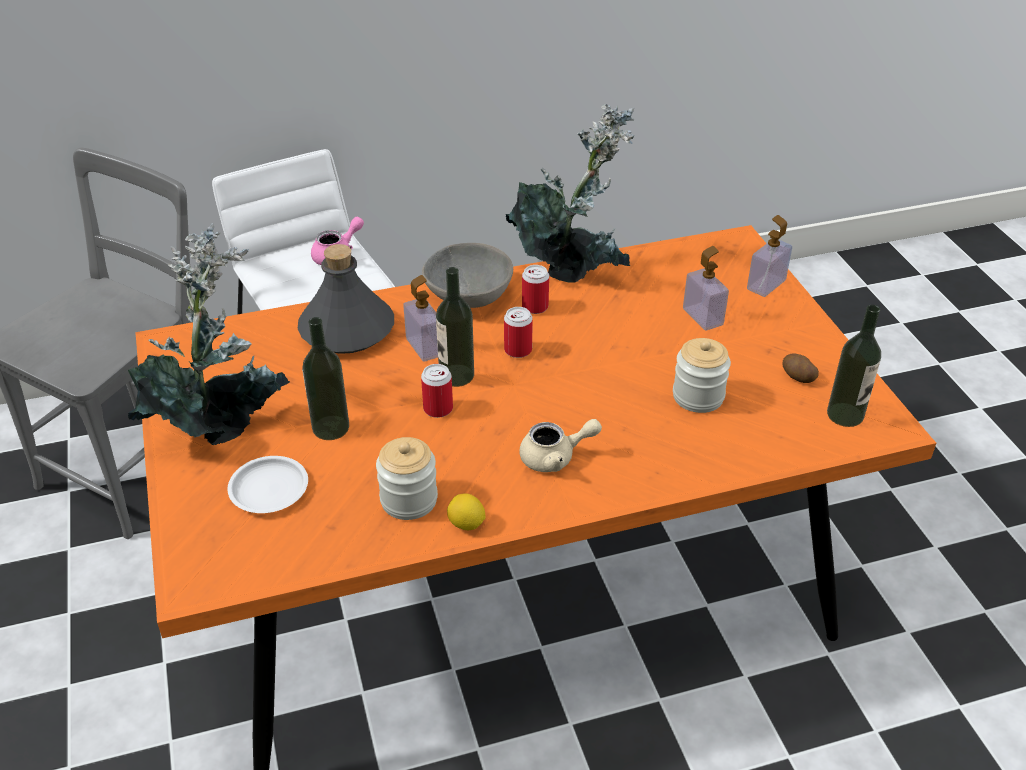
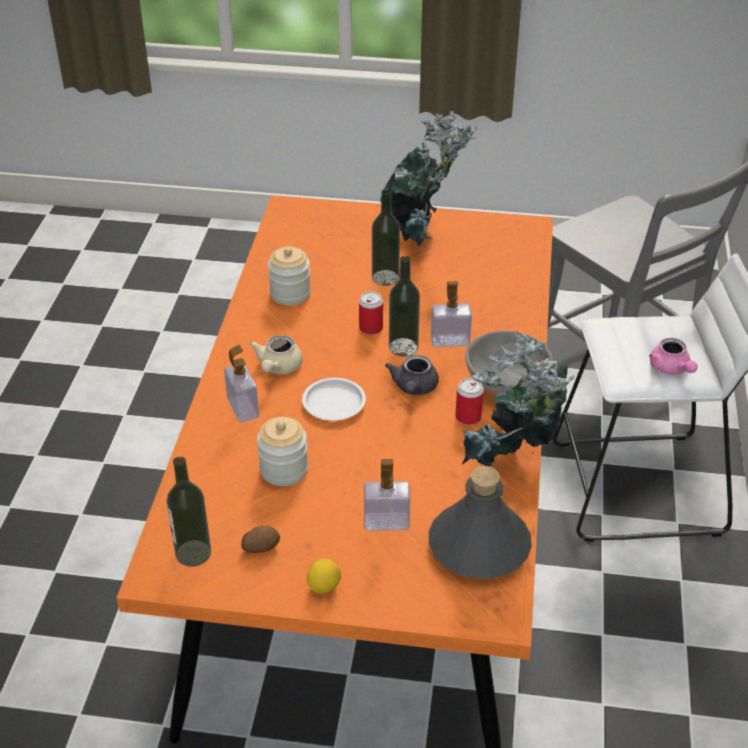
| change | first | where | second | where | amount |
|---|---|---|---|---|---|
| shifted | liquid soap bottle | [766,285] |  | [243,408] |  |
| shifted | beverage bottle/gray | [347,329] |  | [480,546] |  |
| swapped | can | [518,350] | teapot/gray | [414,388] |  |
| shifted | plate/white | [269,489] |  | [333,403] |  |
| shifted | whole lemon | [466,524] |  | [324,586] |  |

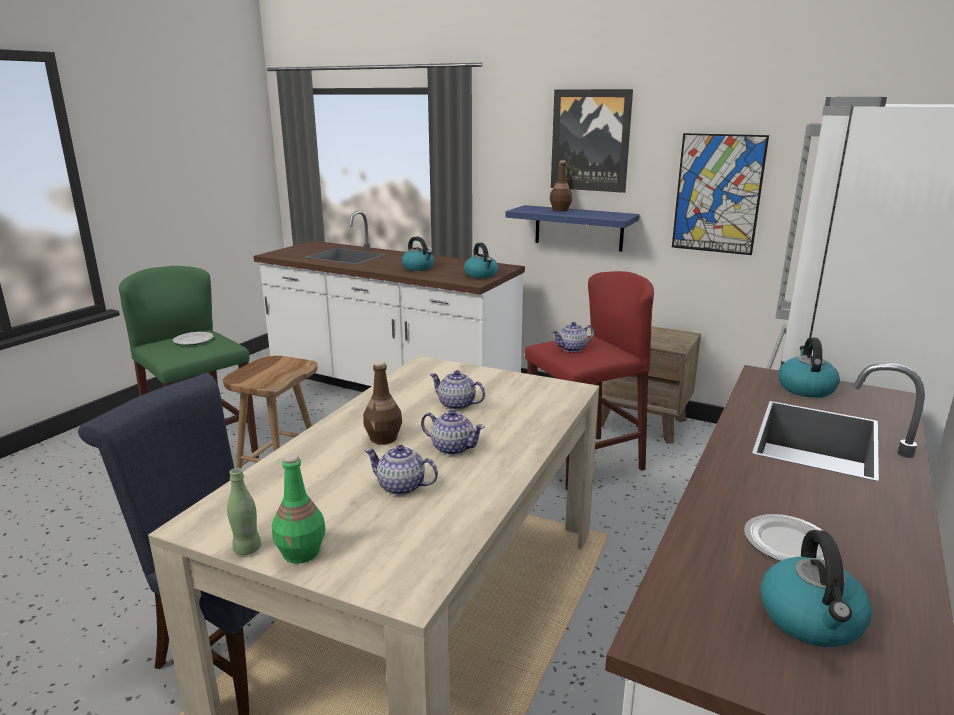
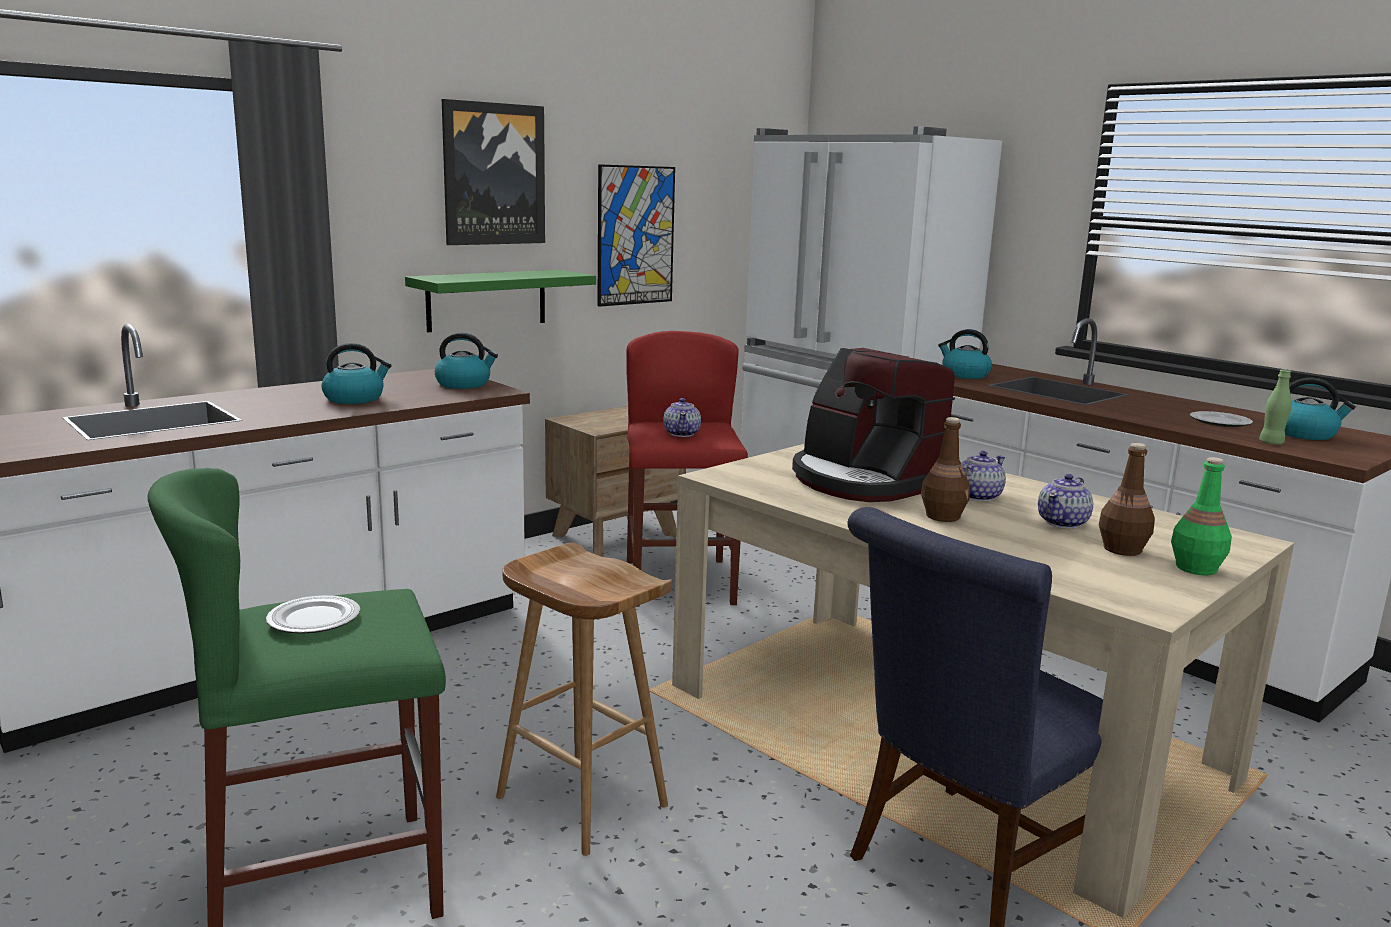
| change | first | where | second | where | amount |
|---|---|---|---|---|---|
| shifted | beverage bottle/brown | [560,210] |  | [1121,549] |  |
| repainted | wall shelf/bluish | [578,228] | wall shelf/green-coloured | [487,300] |  |
| swapped | teapot | [457,405] | coffee maker | [864,481] |  |
| shifted | beverage bottle/green-coloured | [247,549] |  | [1271,443] |  |

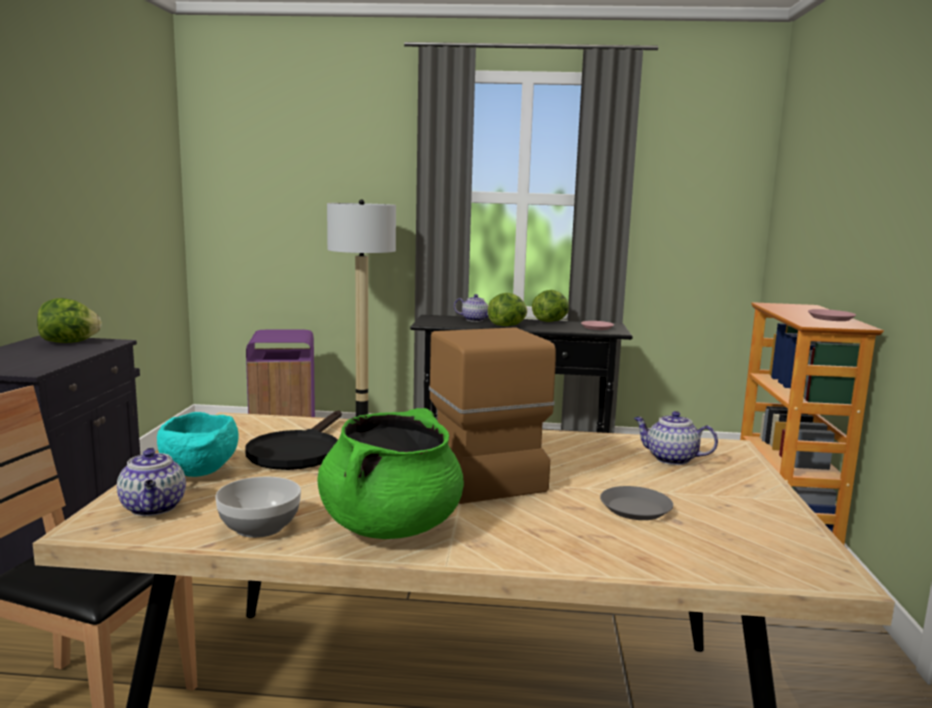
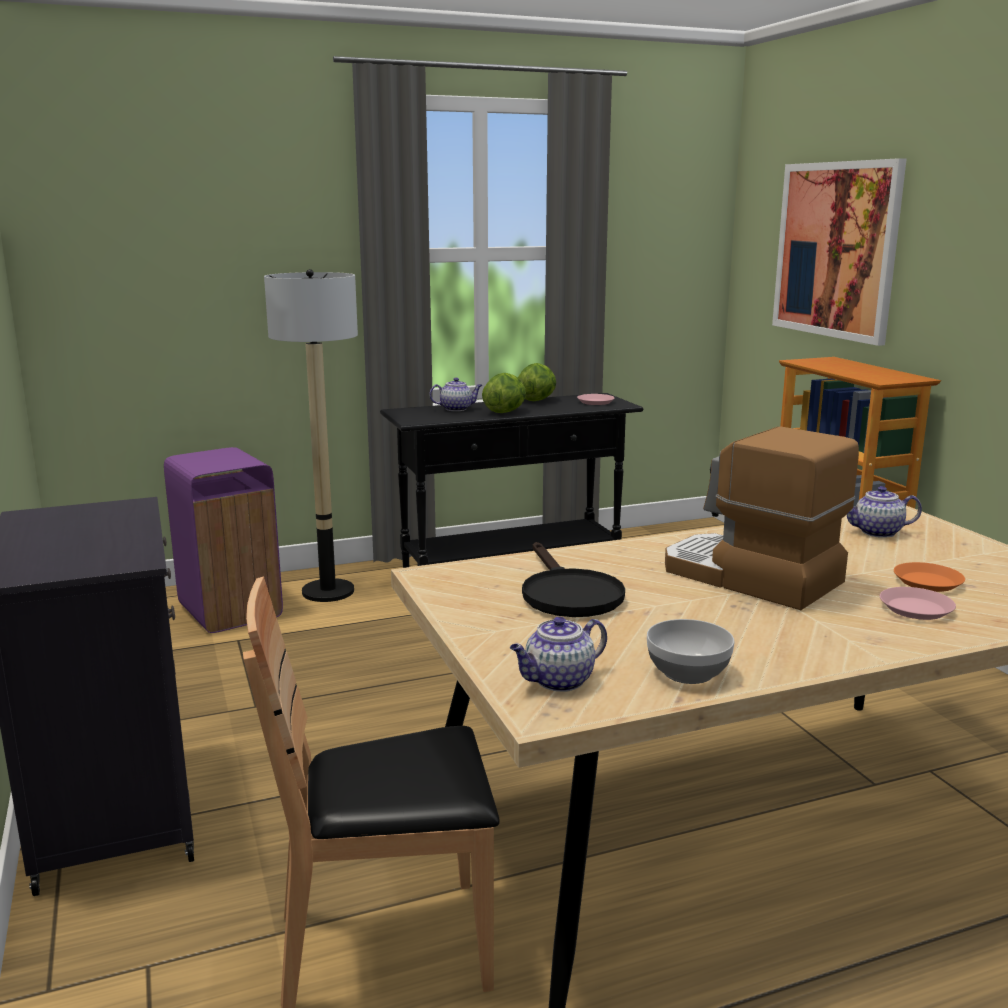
| change | first | where | second | where | amount |
|---|---|---|---|---|---|
| gone | head of lettuce | [69,342] |  |  |  |
| shifted | plate/pink | [831,318] |  | [916,609] |  |
| gone | cooking pot/green-coloured | [391,526] |  |  |  |
| gone | serving bowl/blue-green | [200,473] |  |  |  |
| rotated | teapot | [154,508] |  | [558,681] | 105 degrees clockwise |
| repainted | plate/gray | [635,508] | plate/orangey | [927,582] |  |
| new |  |  | wall picture | [836,250] |  |

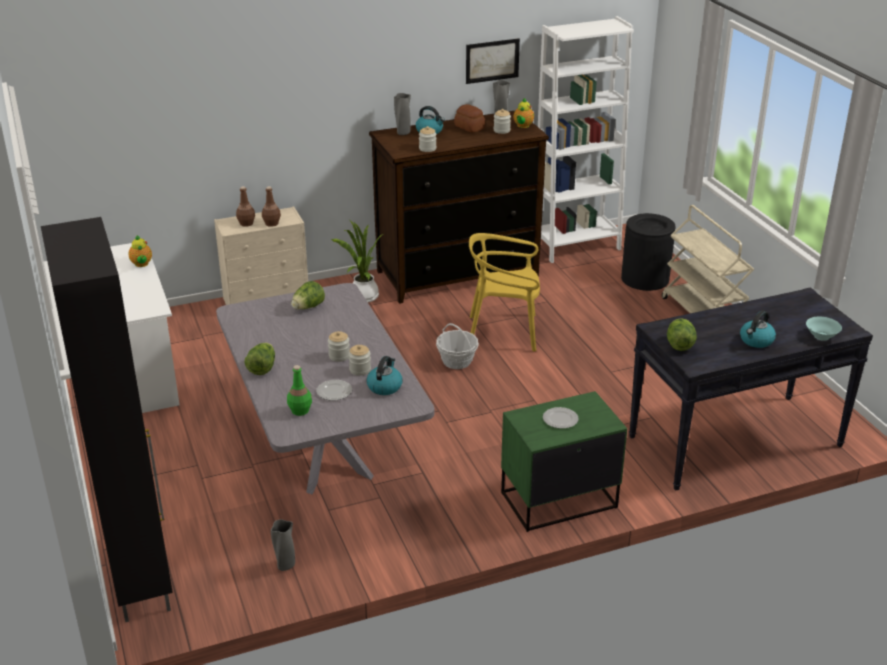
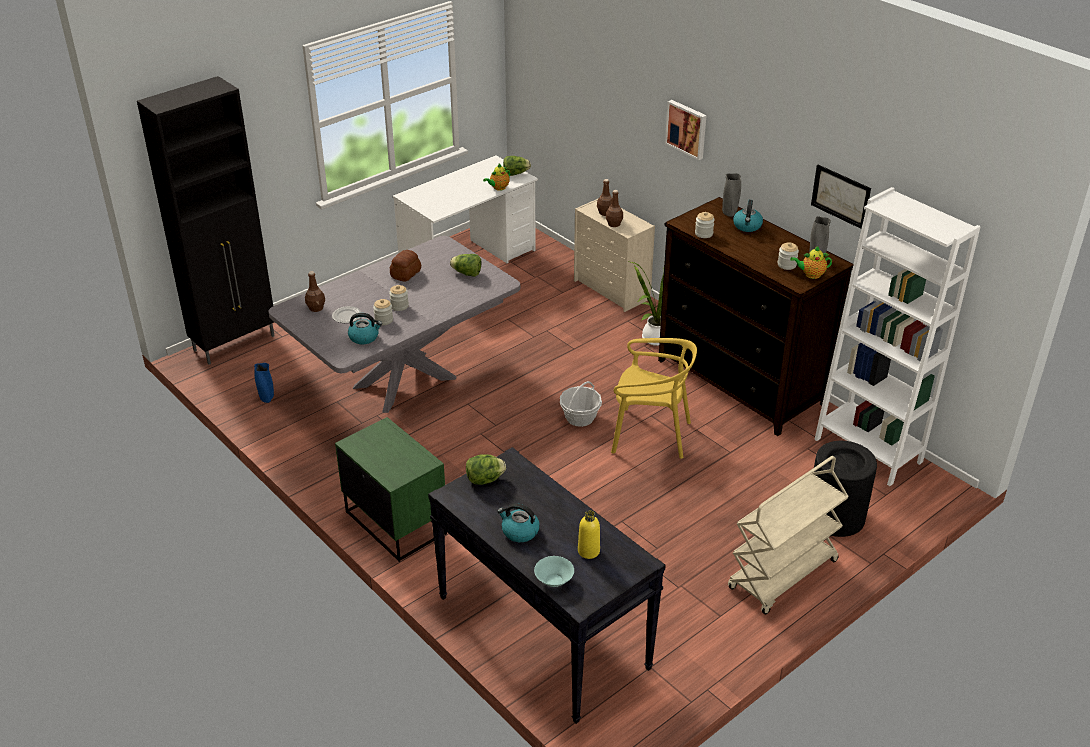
| change | first | where | second | where | amount |
|---|---|---|---|---|---|
| shifted | baked bread | [469,127] |  | [406,273] |  |
| rotated | upright chair/yellowish | [503,332] |  | [650,435] | 120 degrees clockwise |
| shifted | head of lettuce | [262,368] |  | [515,173] |  |
| repainted | beverage bottle/green-coloured | [300,410] | beverage bottle/brown | [316,308] |  |
| gone | plate | [560,420] |  |  |  |
| repainted | decorative vase/gray | [285,565] | decorative vase/bluish | [267,399] |  |
| new |  |  | wall picture | [687,129] |  |
| new |  |  | beverage bottle/yellowish | [588,551] |  |

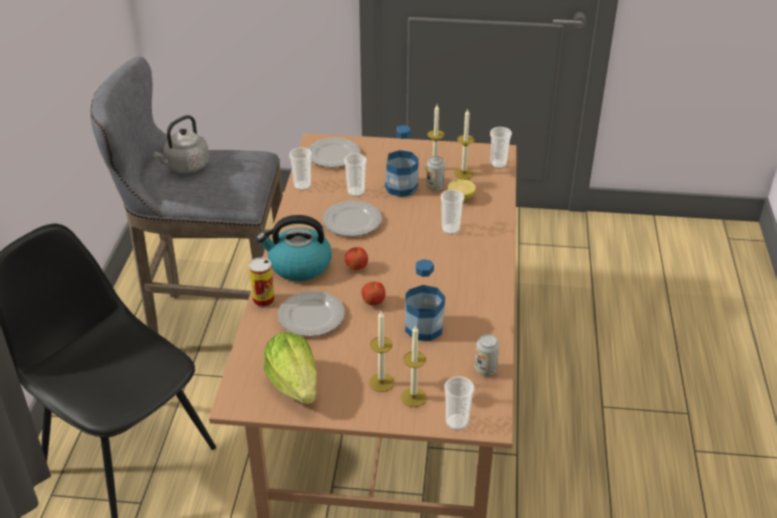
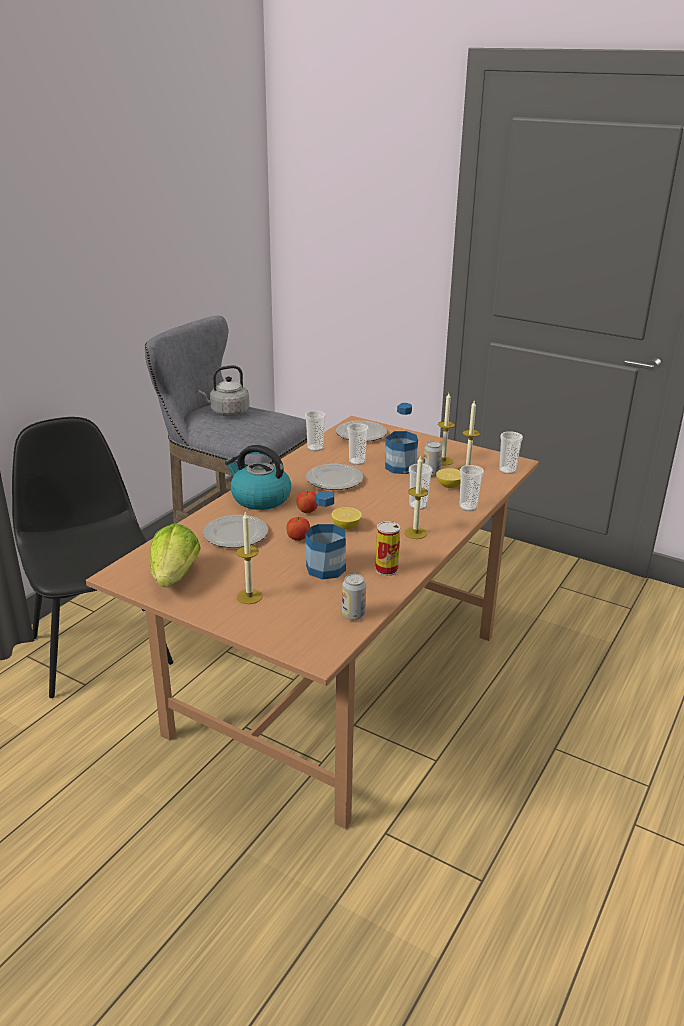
| change | first | where | second | where | amount |
|---|---|---|---|---|---|
| shifted | can | [263,300] |  | [386,569] |  |
| shifted | candle | [413,397] |  | [415,533] |  |
| shifted | drinking cup | [457,422] |  | [468,507] |  |
| new |  |  | whole lemon | [346,527] |  |

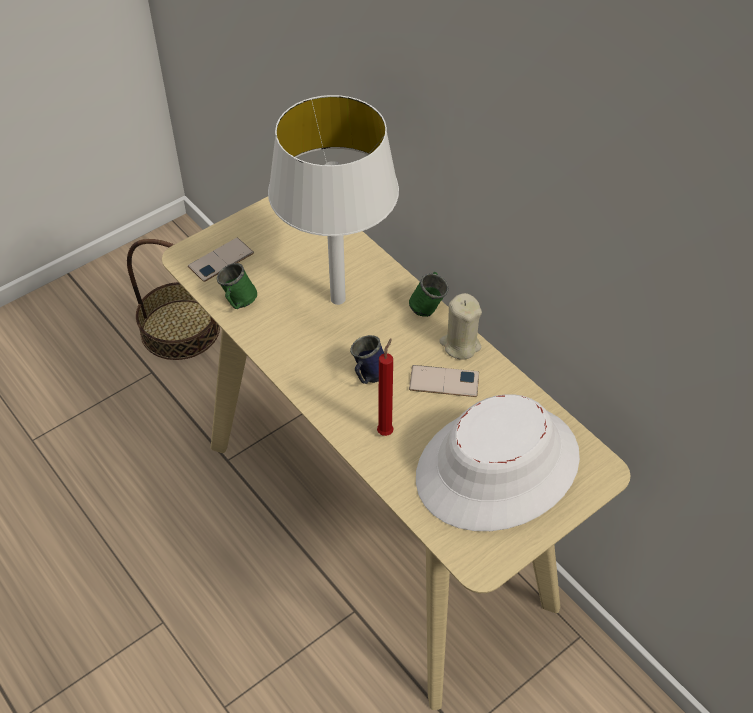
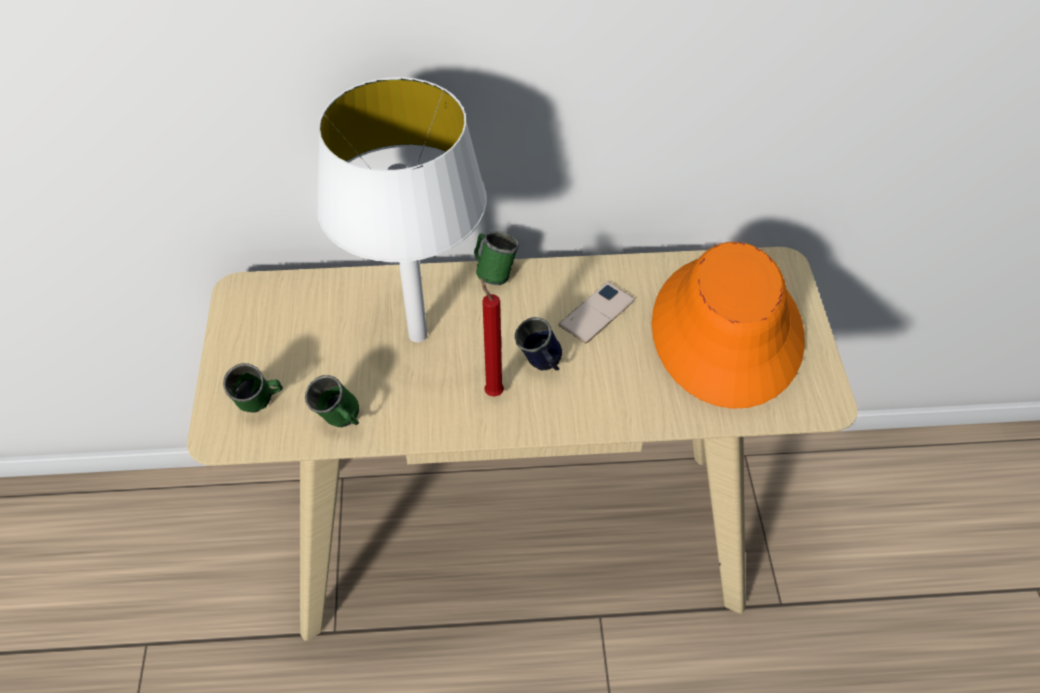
| change | first | where | second | where | amount |
|---|---|---|---|---|---|
| swapped | telephone | [221,260] | tea mug/green-coloured | [260,405] |  |
| gone | basket | [180,330] |  |  |  |
| gone | candle/beige | [460,345] |  |  |  |
| shifted | candle/red | [386,431] |  | [492,391] |  |
| repainted | wearable hat/white | [497,468] | wearable hat/orangey | [727,331] |  |

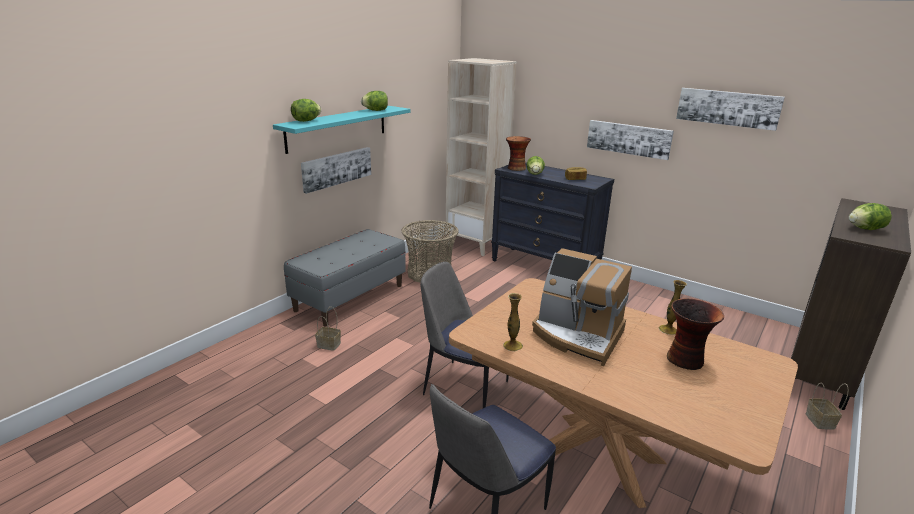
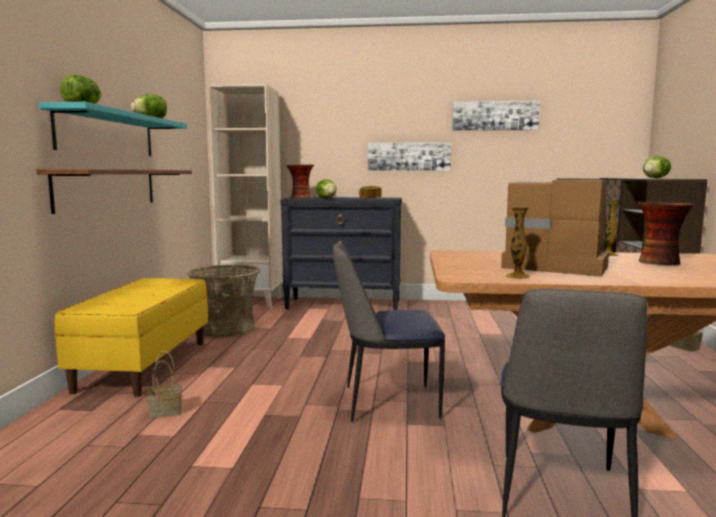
| change | first | where | second | where | amount |
|---|---|---|---|---|---|
| swapped | wall picture | [336,168] | wall shelf | [108,188] |  |
| repainted | long seat/gray | [350,297] | long seat/yellowish | [144,365] |  |
| rotated | coffee maker | [577,335] |  | [554,265] | 150 degrees counterclockwise |

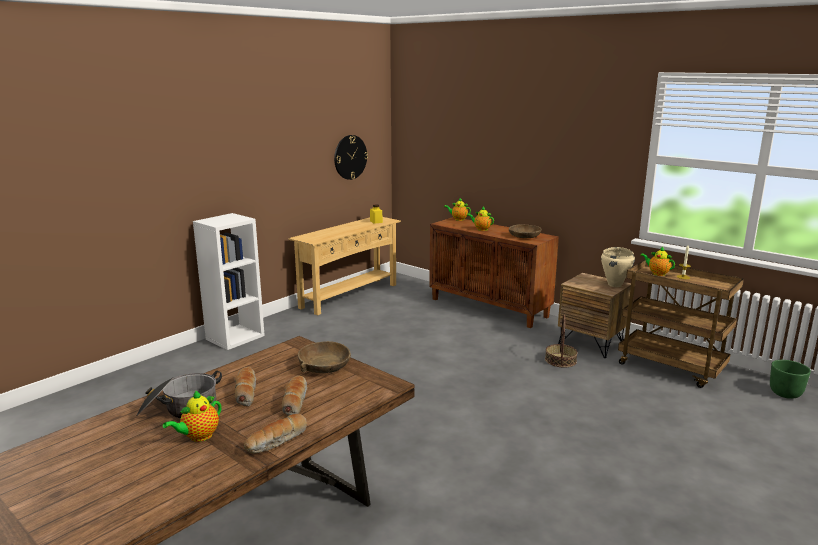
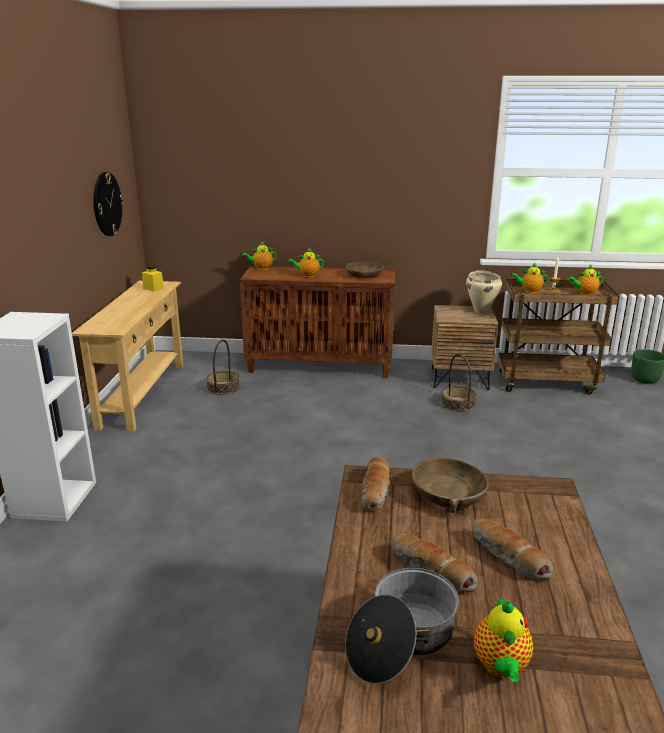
| change | first | where | second | where | amount |
|---|---|---|---|---|---|
| shifted | baked bread | [277,441] |  | [376,491] |  |
| new |  |  | teapot | [584,293] |  |
| new |  |  | basket | [223,388] |  |

